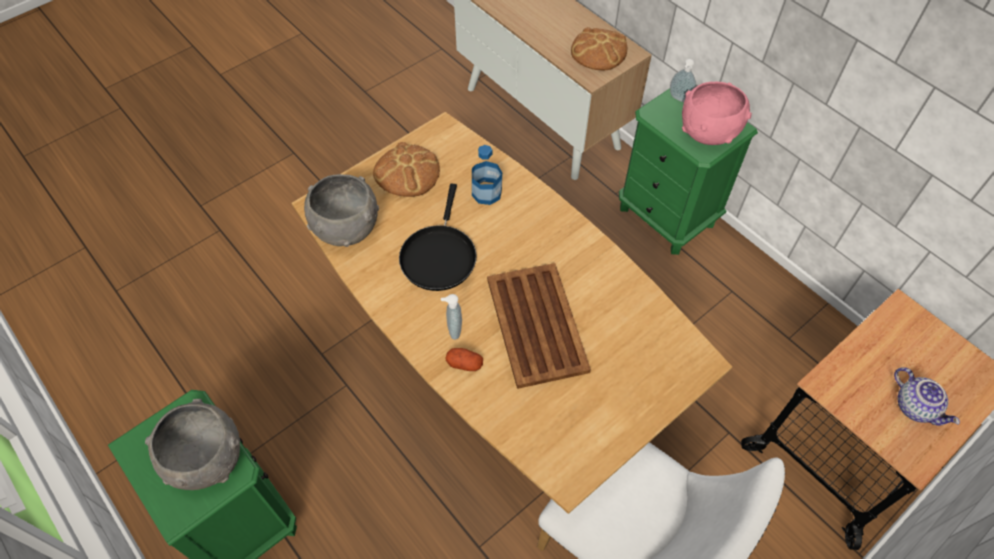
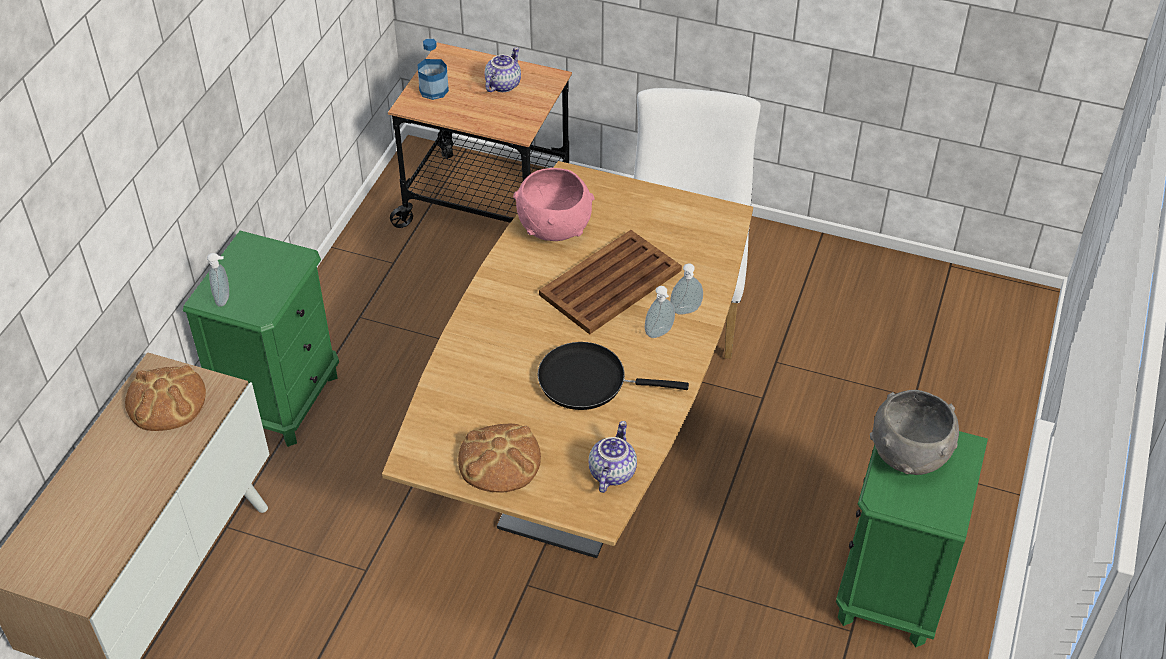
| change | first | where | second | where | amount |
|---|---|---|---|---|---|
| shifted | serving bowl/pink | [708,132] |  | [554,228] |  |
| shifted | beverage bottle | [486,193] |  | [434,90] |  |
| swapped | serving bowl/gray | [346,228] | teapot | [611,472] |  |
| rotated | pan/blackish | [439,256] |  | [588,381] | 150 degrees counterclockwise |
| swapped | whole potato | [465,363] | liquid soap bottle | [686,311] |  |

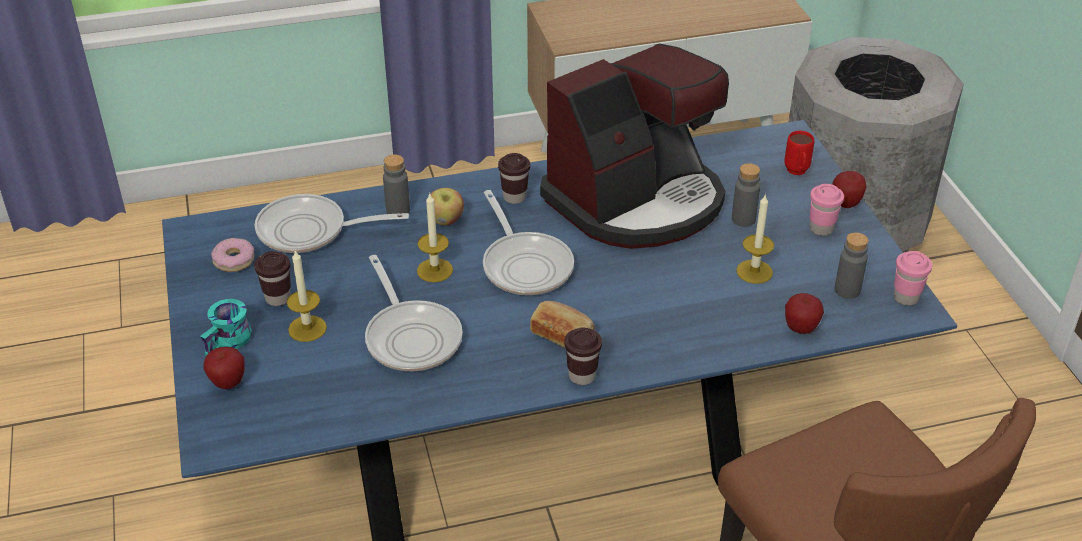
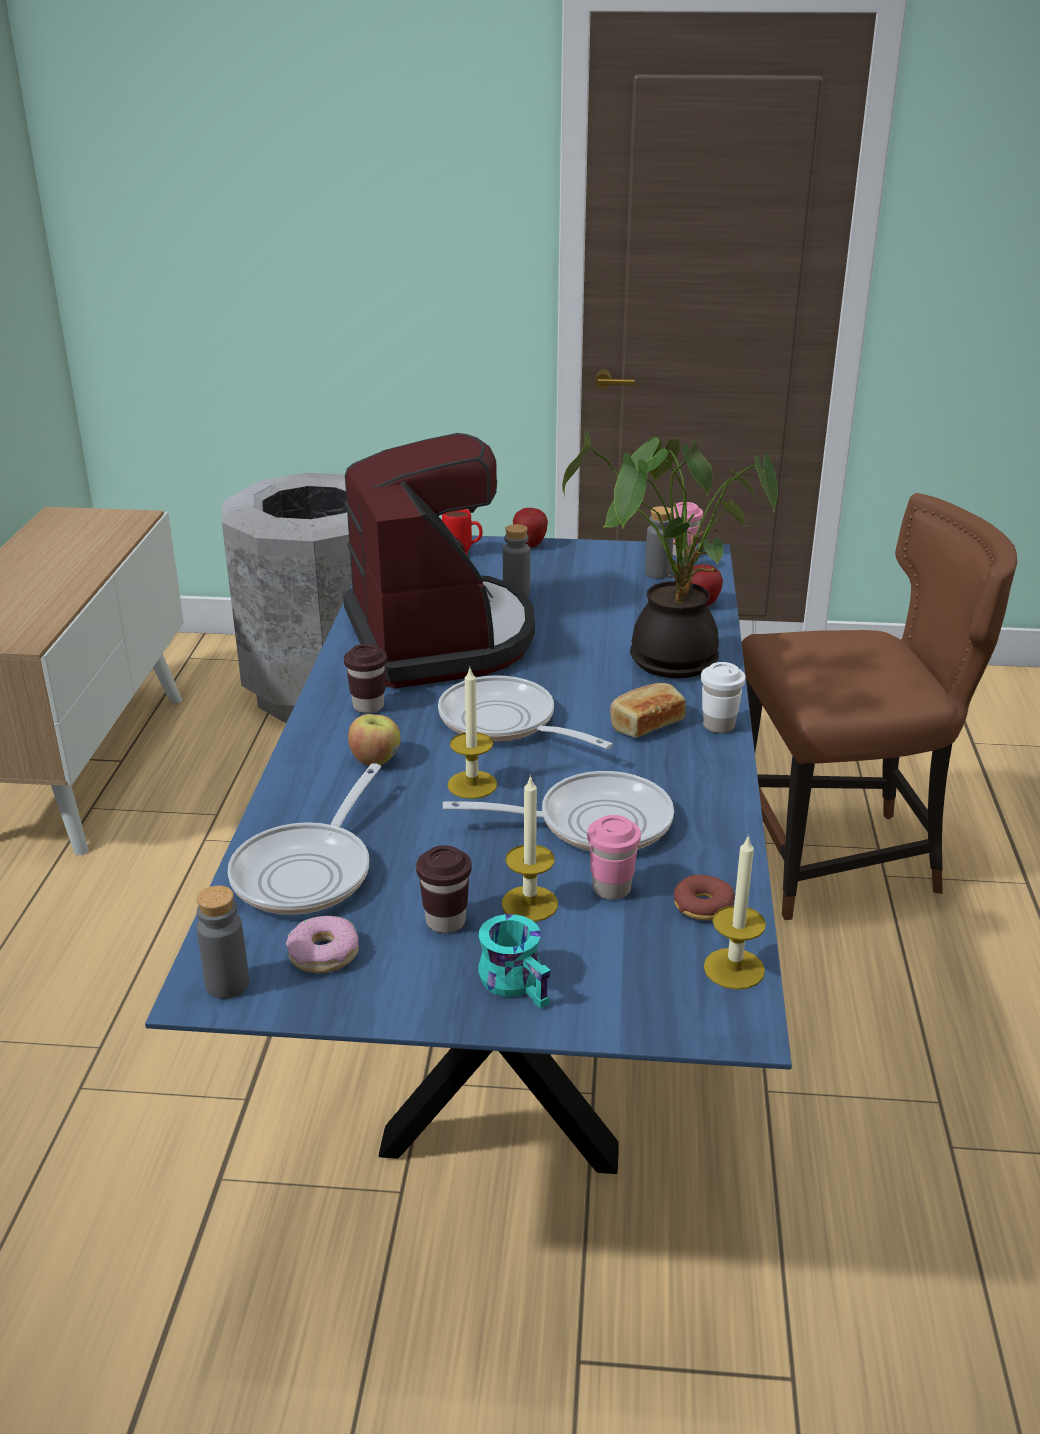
| change | first | where | second | where | amount |
|---|---|---|---|---|---|
| shifted | beverage bottle/gray | [398,210] |  | [227,984] |  |
| shifted | drinking cup/pink | [821,229] |  | [611,889] |  |
| rotated | pan | [525,265] |  | [504,723] | 135 degrees counterclockwise |
| shifted | candle | [754,271] |  | [734,968] |  |
| repainted | drinking cup/brown | [582,376] | drinking cup/white | [718,725] |  |
| gone | apple | [228,383] |  |  |  |
| new |  |  | houseplant | [669,657] |  |
| new |  |  | ring doughnut | [702,906] |  |

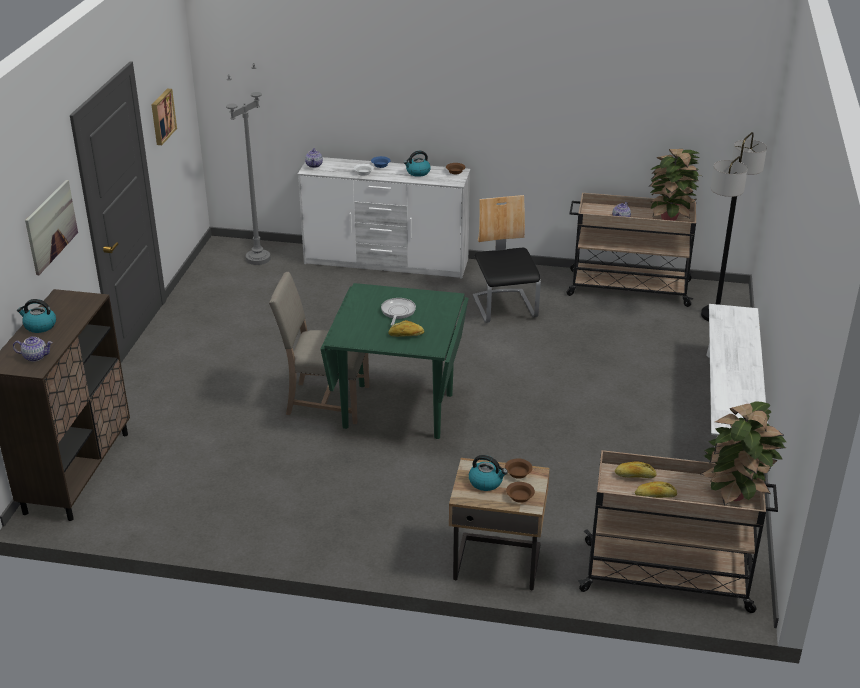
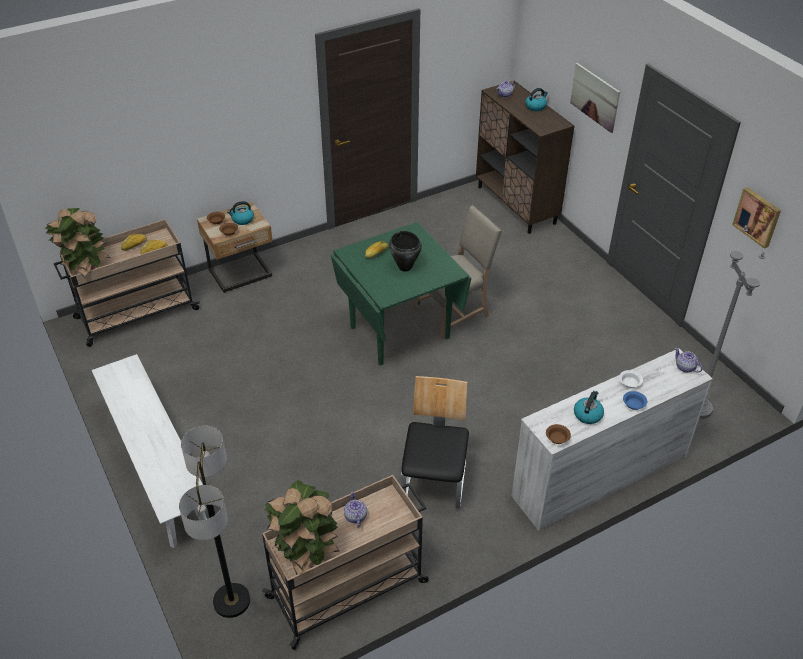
| change | first | where | second | where | amount |
|---|---|---|---|---|---|
| rotated | upright chair | [505,307] |  | [435,482] | 120 degrees counterclockwise |
| swapped | pan | [397,312] | cooking pot/blackish | [405,267] |  |

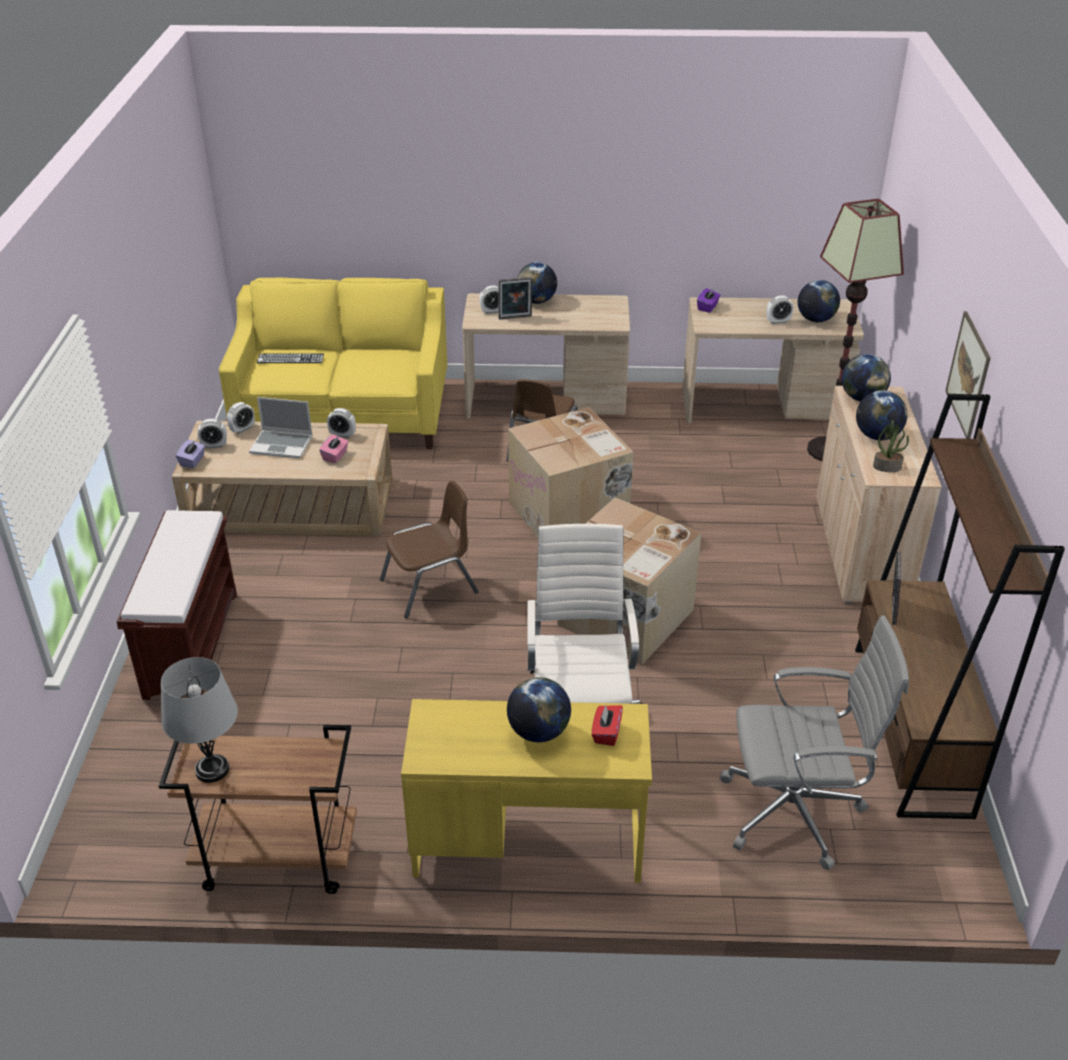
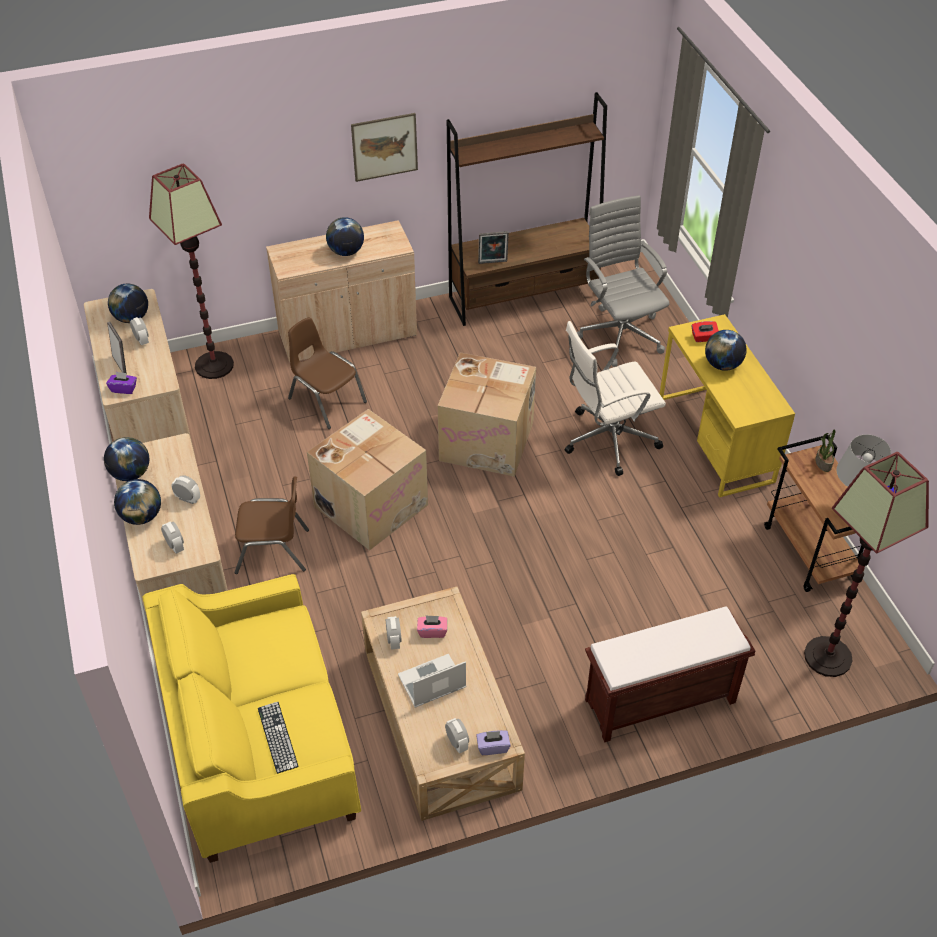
| change | first | where | second | where | amount |
|---|---|---|---|---|---|
| shifted | picture frame | [515,318] |  | [121,364] |  |
| shifted | world globe | [862,398] |  | [131,474] |  |
| rotated | laptop | [282,445] |  | [431,683] | 105 degrees counterclockwise |
| shifted | alarm clock | [242,429] |  | [188,499] |  |
| shifted | houseplant | [887,467] |  | [823,463] |  |
| shifted | upright chair/brown | [430,587] |  | [326,400] |  |
| new |  |  | standing lamp | [827,657] |  |

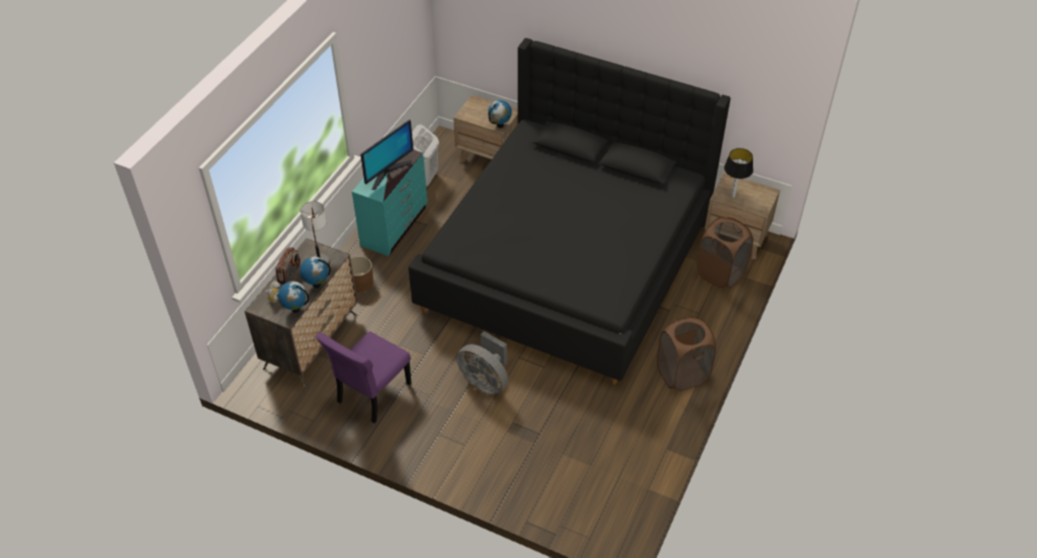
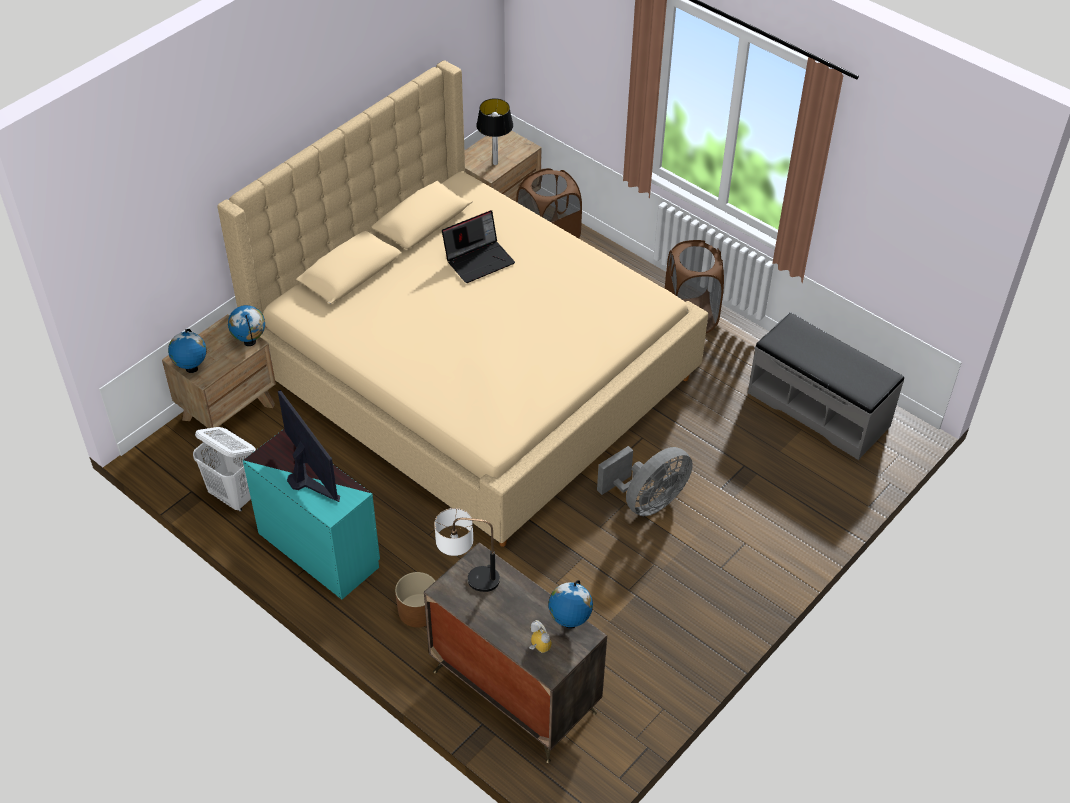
| change | first | where | second | where | amount |
|---|---|---|---|---|---|
| repainted | bed/blackish | [568,262] | bed/beige | [473,373] |  |
| gone | radio receiver | [289,274] |  |  |  |
| shifted | world globe | [317,284] |  | [191,369] |  |
| gone | upright chair/purple-coloured | [371,394] |  |  |  |
| new |  |  | laptop | [479,260] |  |
| new |  |  | long seat/gray | [818,409] |  |

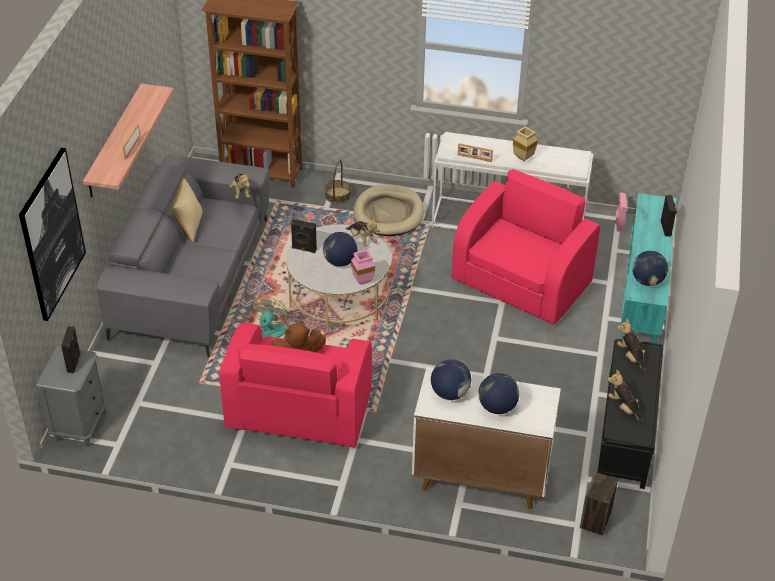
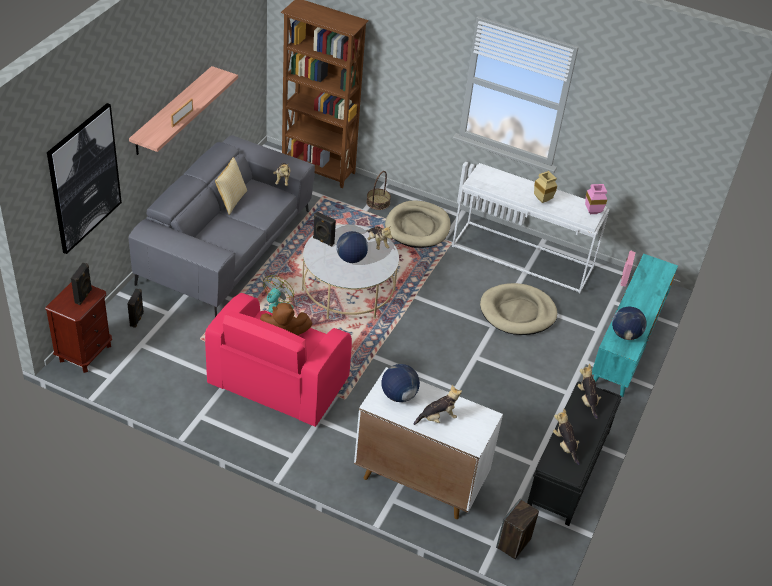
| change | first | where | second | where | amount |
|---|---|---|---|---|---|
| gone | picture frame | [474,158] |  |  |  |
| swapped | easy chair/pink | [522,282] | pet bed/beige | [517,312] |  |
| shifted | speaker/blackish | [666,228] |  | [137,319] |  |
| shifted | decorative vase/pink | [363,280] |  | [593,211] |  |
| repainted | nightstand/gray | [80,425] | nightstand/brown | [85,353] |  |
| swapped | world globe | [497,407] | cuddly toy | [437,418] |  |

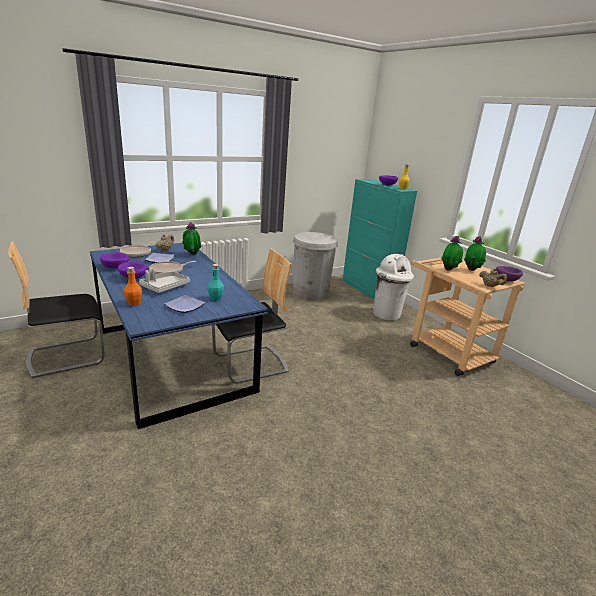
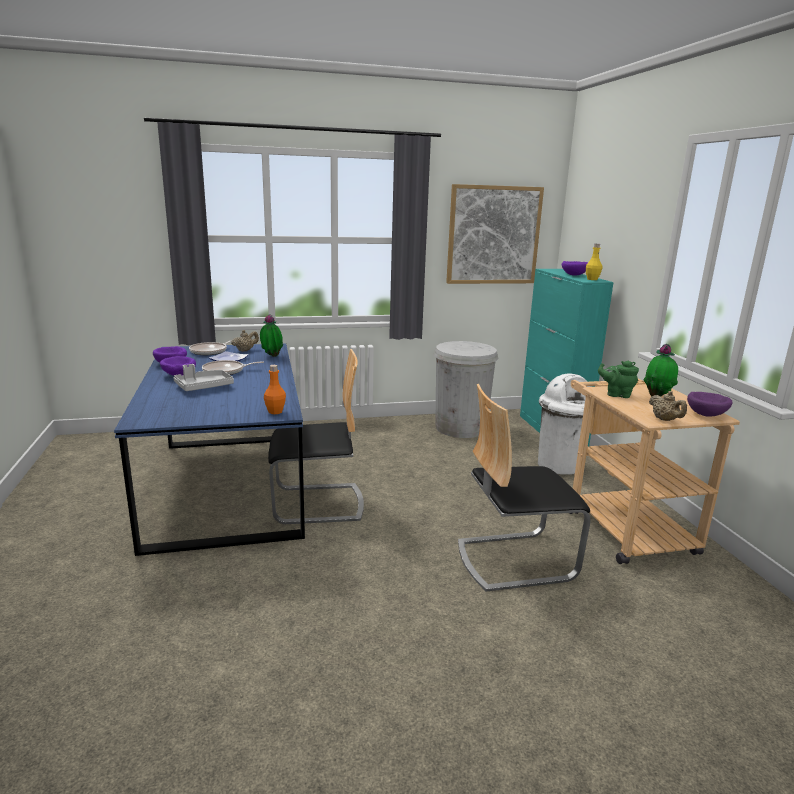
| change | first | where | second | where | amount |
|---|---|---|---|---|---|
| swapped | houseplant | [449,270] | teapot/green-coloured | [616,394] |  |
| shifted | upright chair | [67,355] |  | [514,559] |  |
| gone | beverage bottle/blue-green | [215,299] |  |  |  |
| shifted | beverage bottle/orangey | [134,303] |  | [275,412] |  |
| gone | plate | [185,306] |  |  |  |
| new |  |  | wall picture | [493,235] |  |

